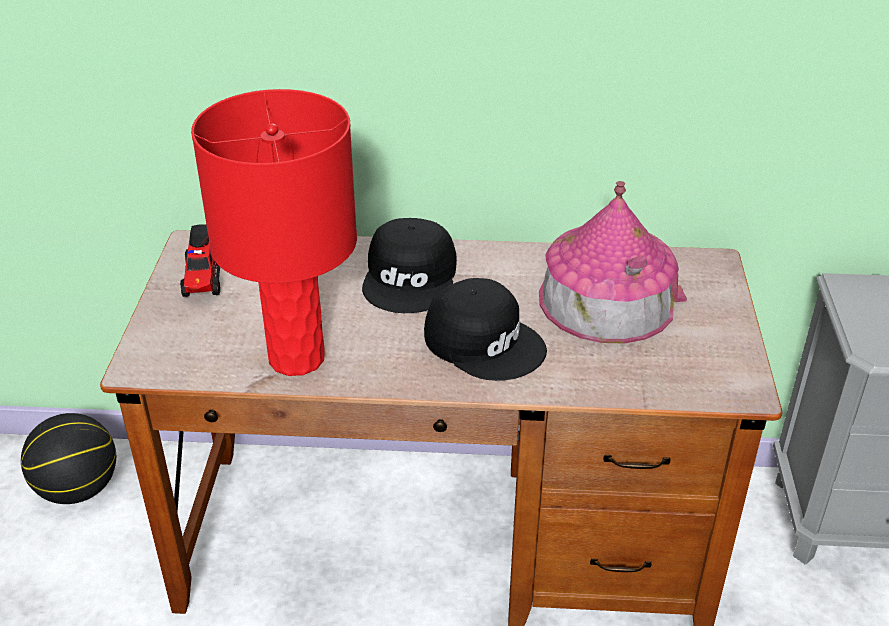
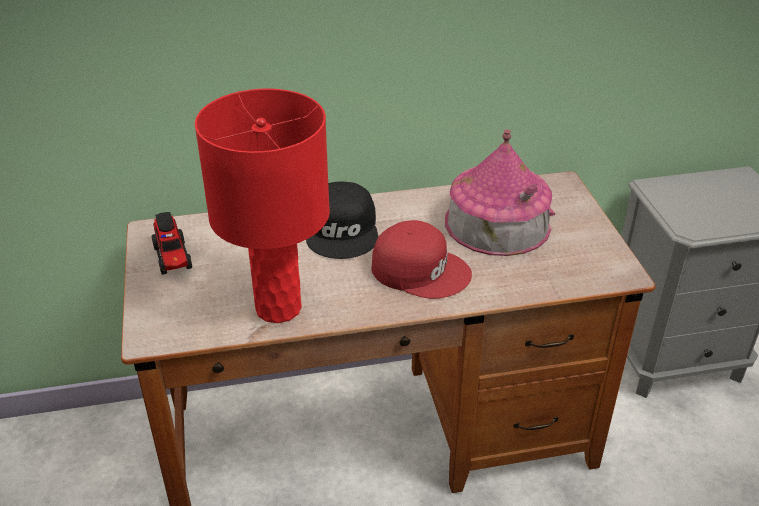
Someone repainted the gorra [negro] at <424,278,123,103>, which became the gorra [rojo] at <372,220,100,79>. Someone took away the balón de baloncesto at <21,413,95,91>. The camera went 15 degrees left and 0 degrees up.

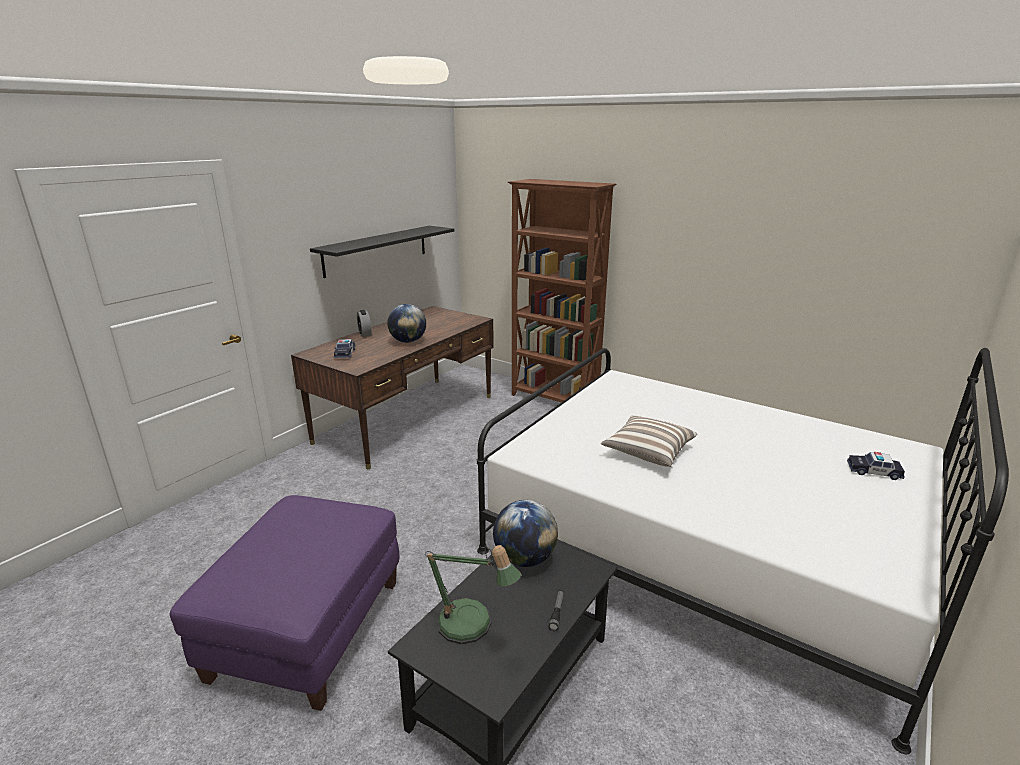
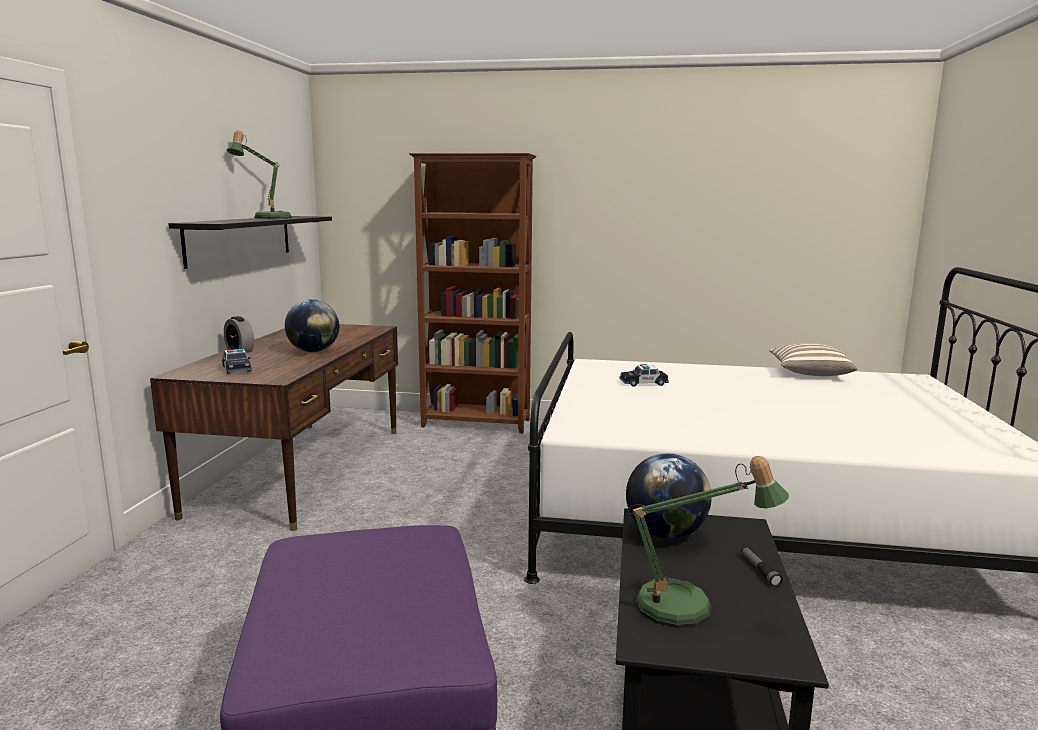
Someone carried the cojín from <601,416,96,51> to <769,343,88,33>. Someone carried the coche de juguete from <847,452,58,28> to <619,364,50,23>. Someone put down the lámpara de mesa at <227,130,65,89>. The camera went 25 degrees left and 10 degrees down.

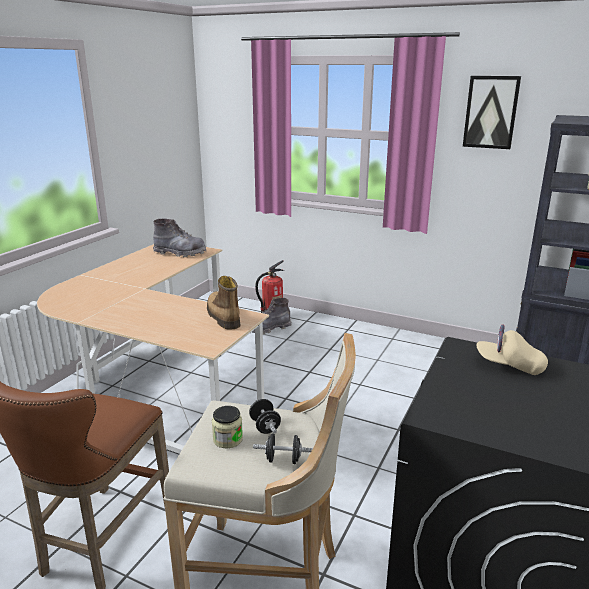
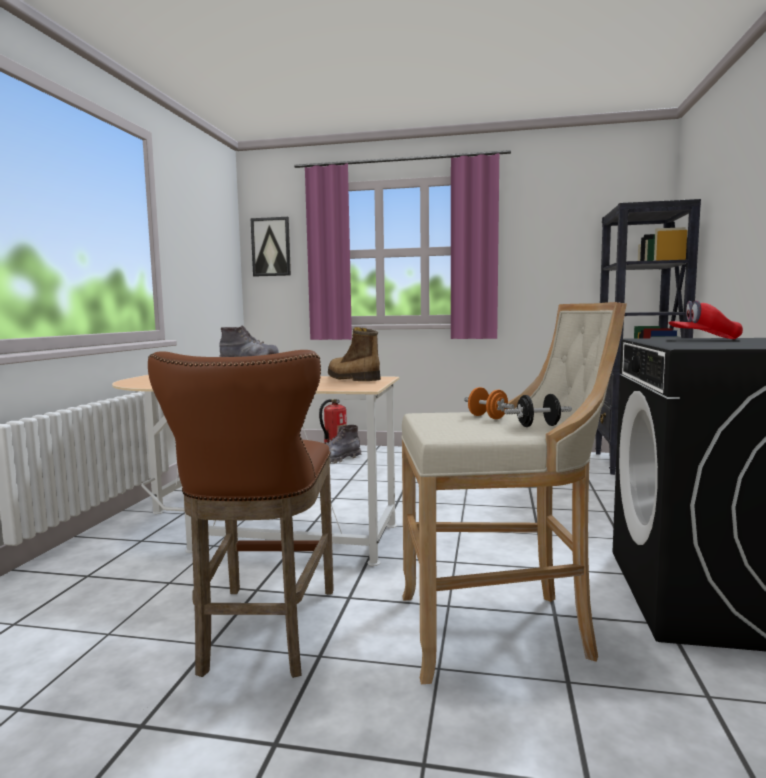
Someone carried the cuadro from <463,76,58,73> to <250,217,41,59>. Someone repainted the gorra [beis] at <476,324,72,51>, which became the gorra [rojo] at <668,300,75,39>. Someone repainted the mancuerna [negro] at <249,399,32,35>, which became the mancuerna [naranja] at <464,387,51,32>. Someone took away the tarro at <212,406,31,42>. The camera went 15 degrees left and 15 degrees down.

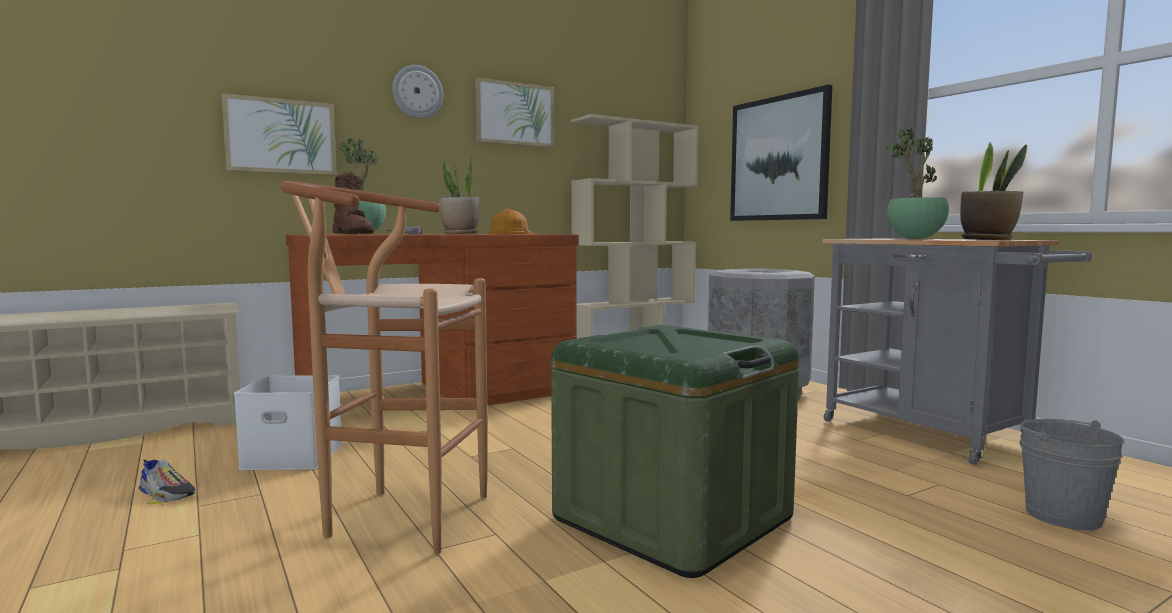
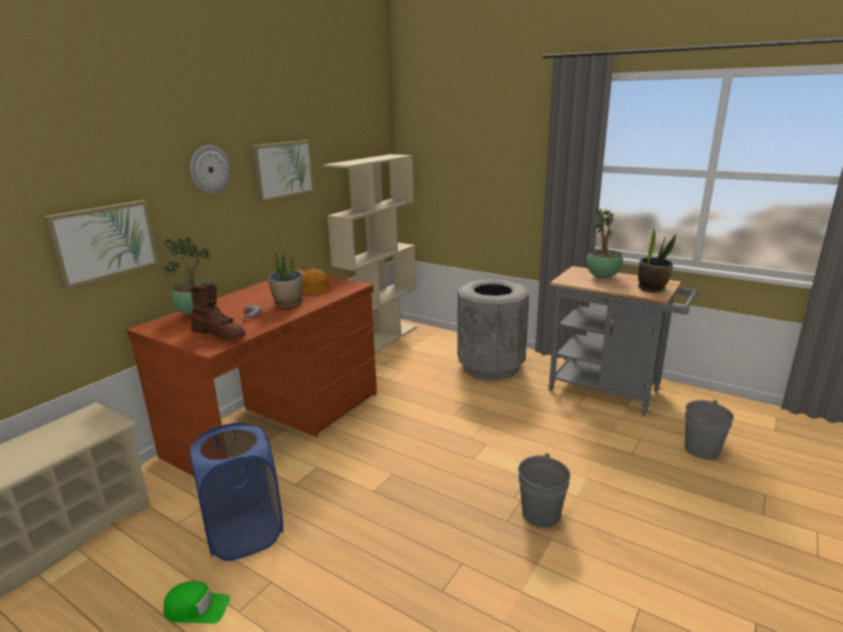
Someone took away the cuadro at <730,85,102,136>. Someone took away the taburete [marrón] at <280,181,208,373>. Someone swapped the caja de almacenaje [verde] at <551,325,248,253> for the cubo [gris] at <518,453,52,75>. Someone swapped the caja de almacenaje [blanco] at <234,375,108,95> for the cesto de la ropa [azul] at <189,422,94,139>. Someone swapped the zapato at <138,459,58,45> for the gorra [verde] at <163,581,67,43>. The camera went 25 degrees left and 15 degrees up.

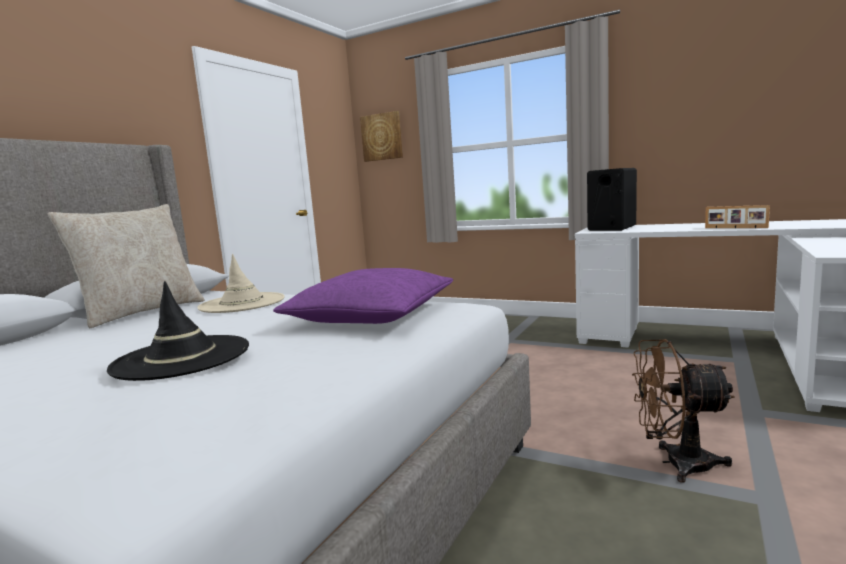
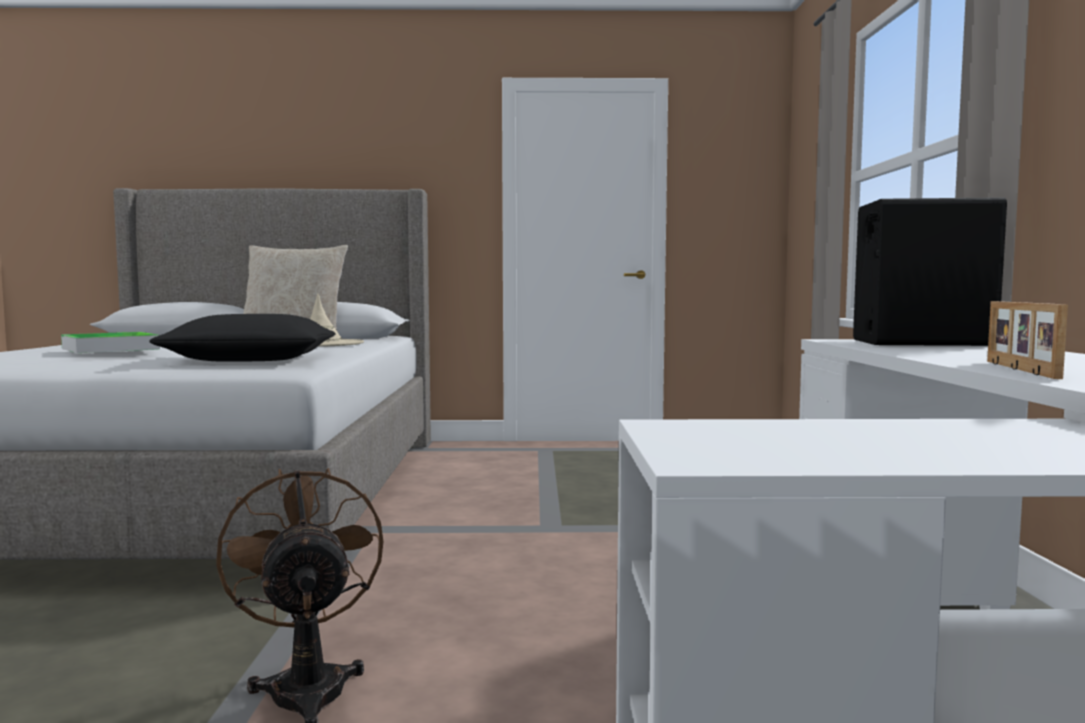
Someone took away the cuadro at <360,111,43,51>. Someone repainted the cojín [morado] at <273,268,180,56>, which became the cojín [negro] at <149,314,186,48>. Someone swapped the sombrero [negro] at <107,281,142,100> for the bandeja at <61,332,99,21>. The camera went 60 degrees right and 5 degrees down.

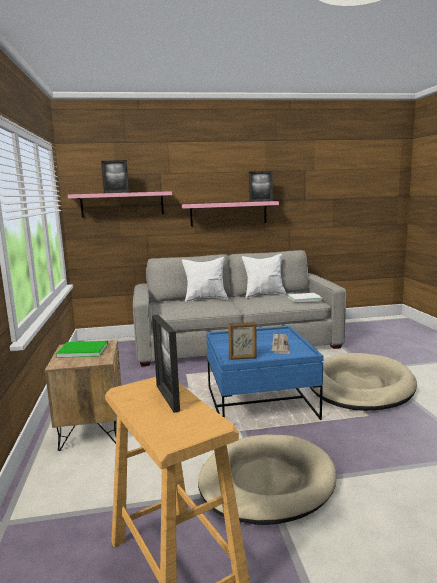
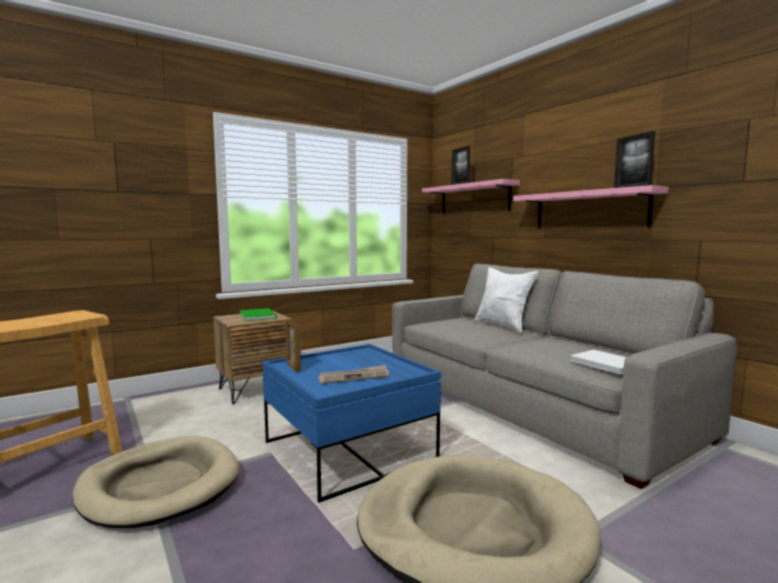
Someone took away the cojín [blanco] at <242,254,45,44>. Someone took away the portarretratos at <152,315,28,98>. The camera went 65 degrees right and 5 degrees down.

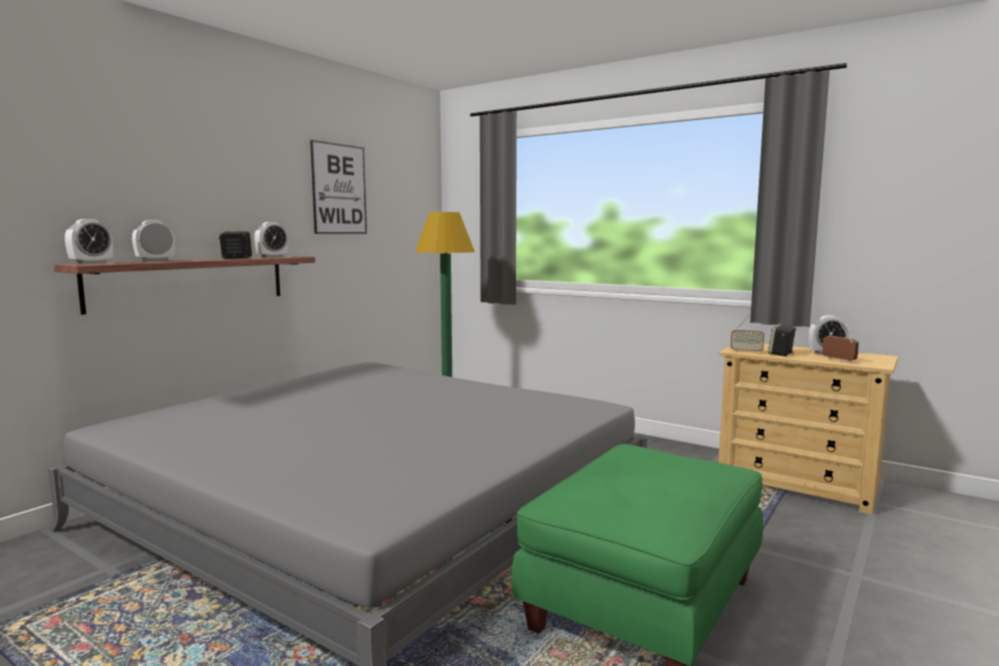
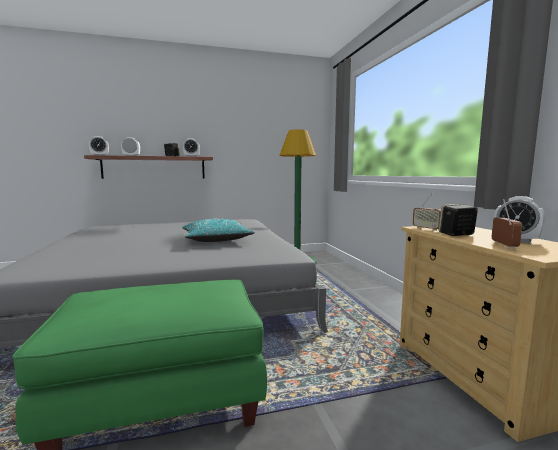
Someone took away the cuadro at <310,140,57,94>. Someone put down the cojín [turquesa] at <182,219,73,23>. The camera went 40 degrees right and 0 degrees up.

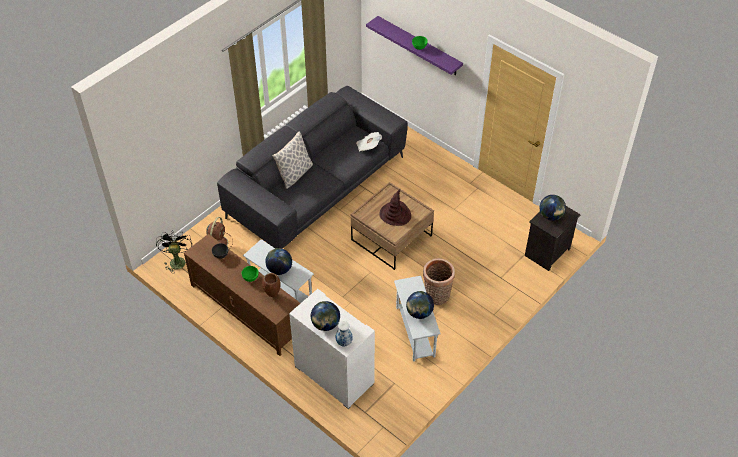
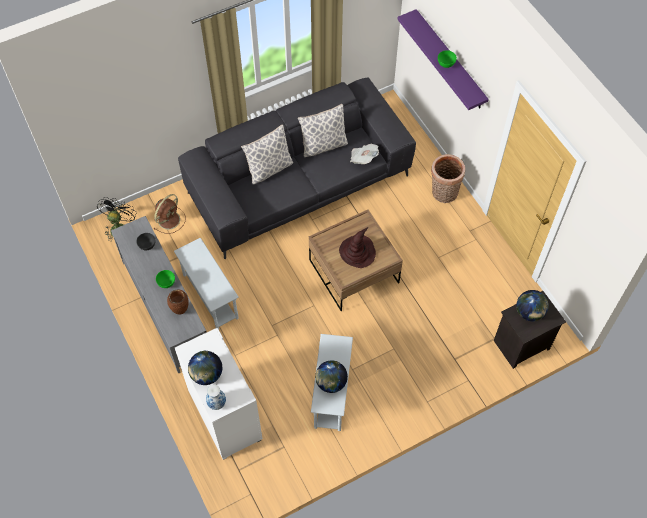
Someone repainted the mueble de televisión [marrón] at <184,234,116,122>, which became the mueble de televisión [gris] at <111,216,96,158>. Someone took away the globo terráqueo at <265,248,27,27>. Someone carried the cesta from <423,258,32,47> to <431,154,34,49>. Someone put down the cojín at <298,104,50,53>. The camera went 20 degrees right and 10 degrees up.

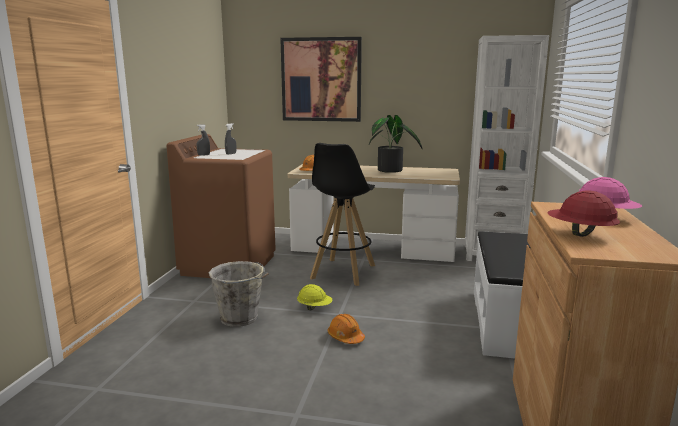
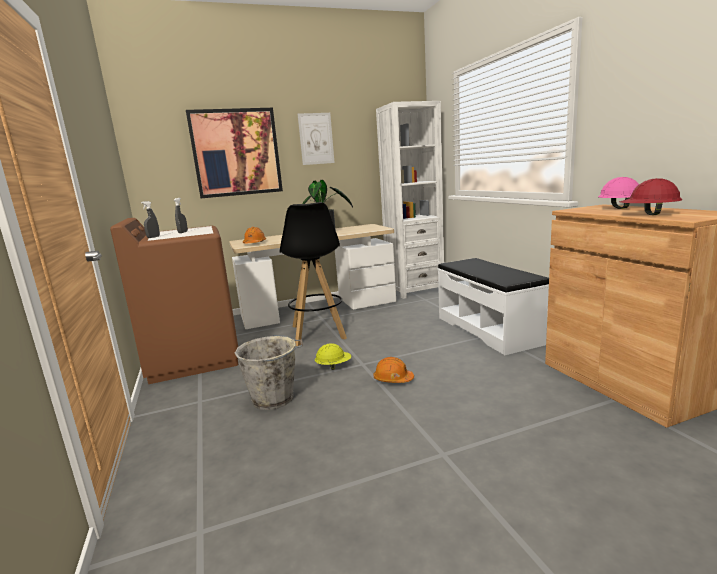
Someone put up the cuadro at <298,113,37,52>. The camera went 30 degrees left and 0 degrees up.

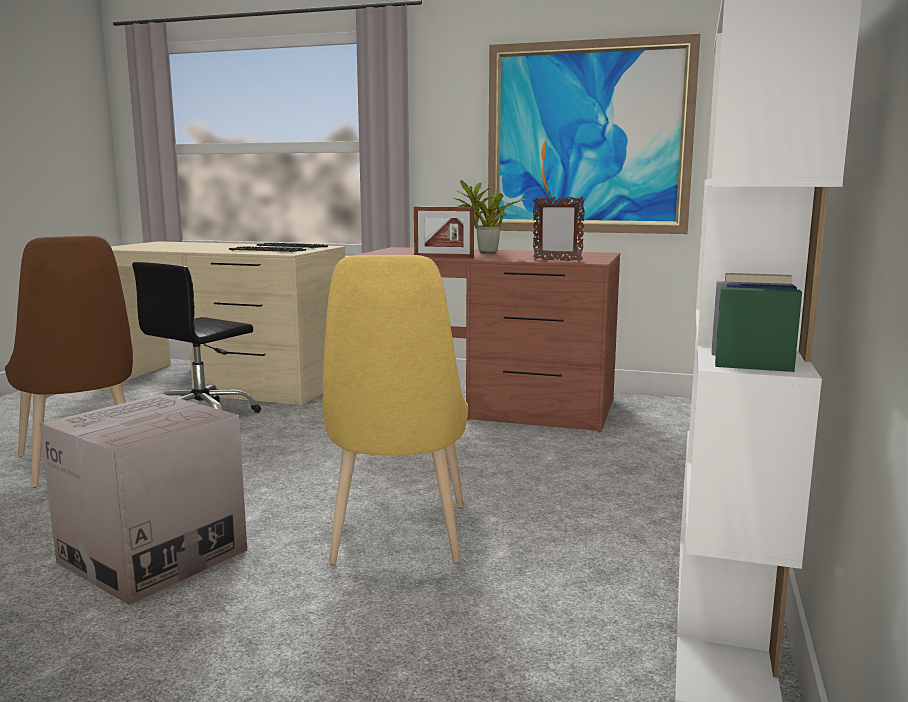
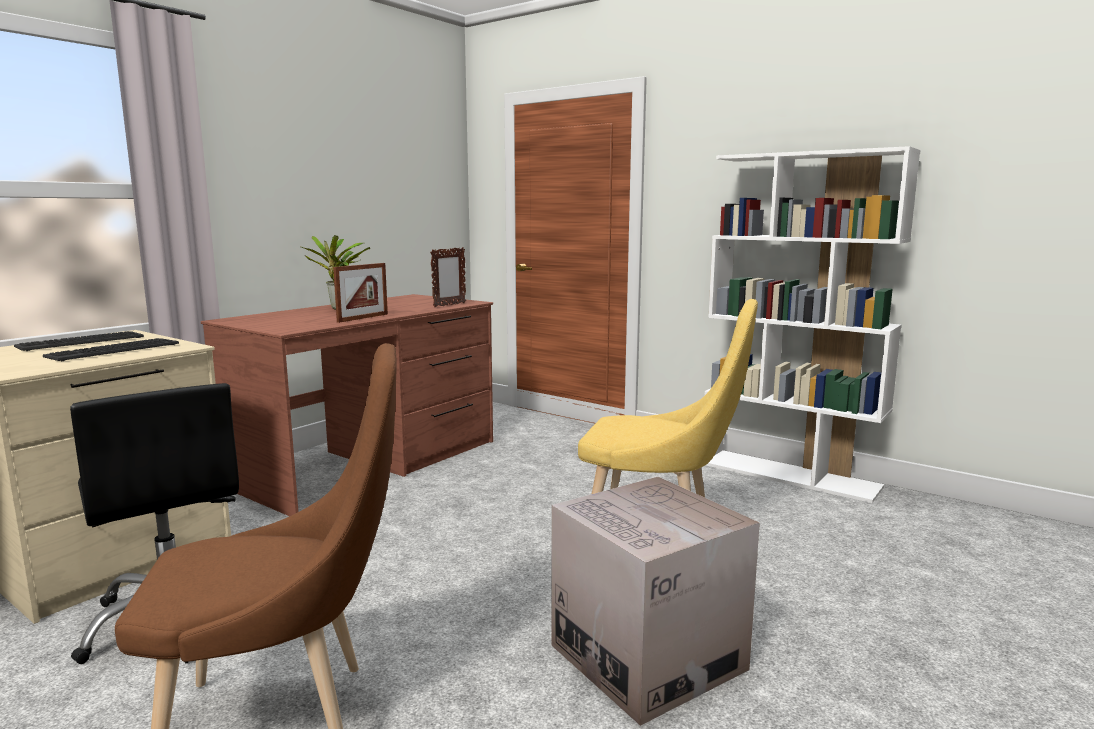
Someone took away the cuadro at <488,34,212,200>. The camera went 70 degrees left and 0 degrees up.

